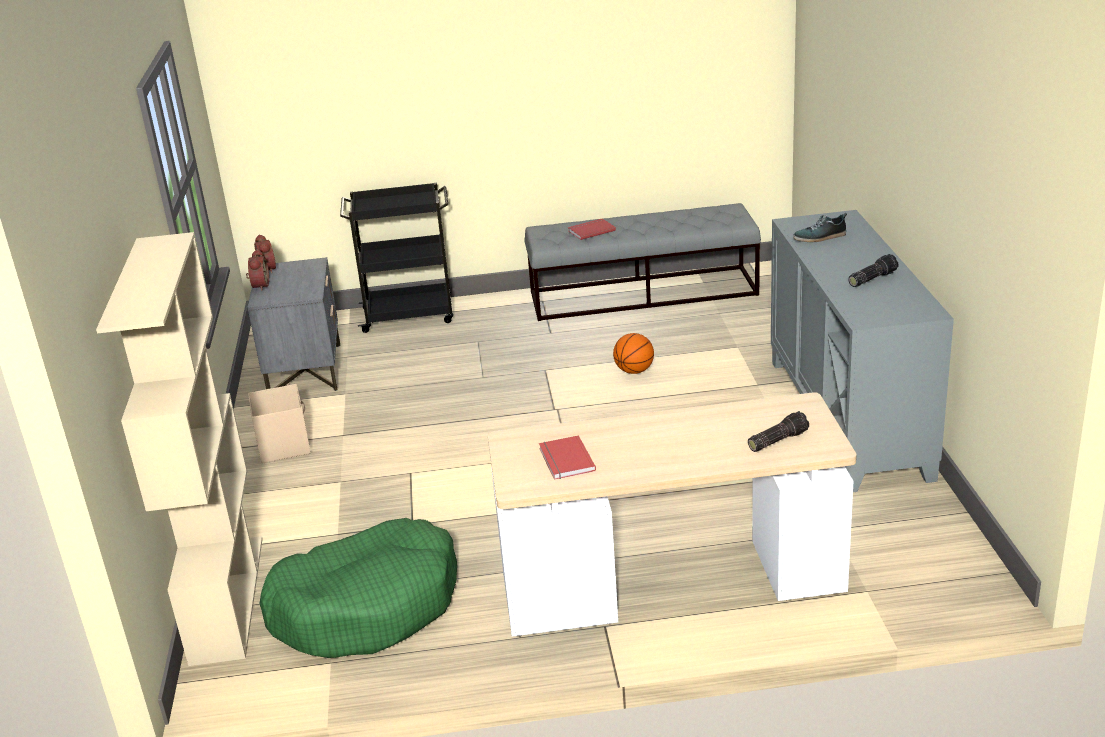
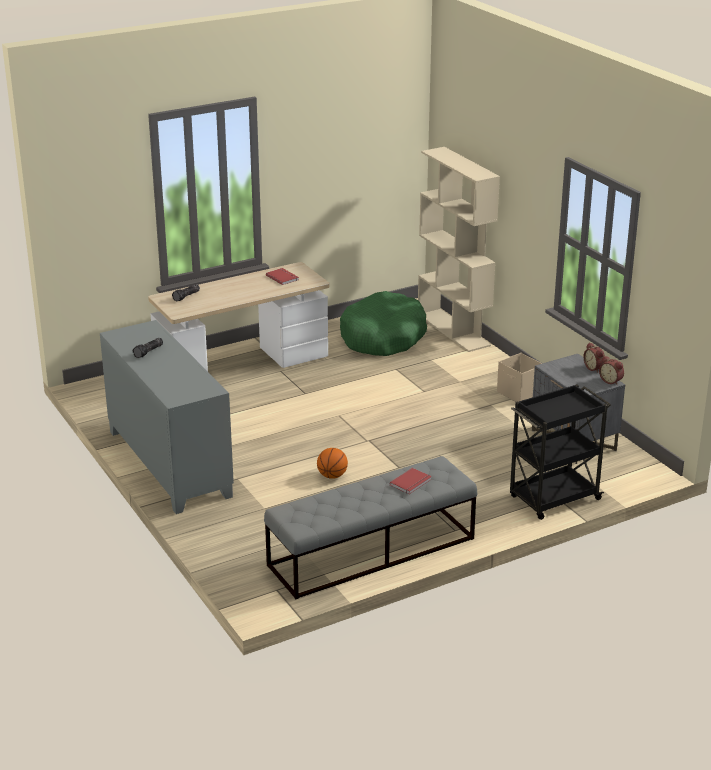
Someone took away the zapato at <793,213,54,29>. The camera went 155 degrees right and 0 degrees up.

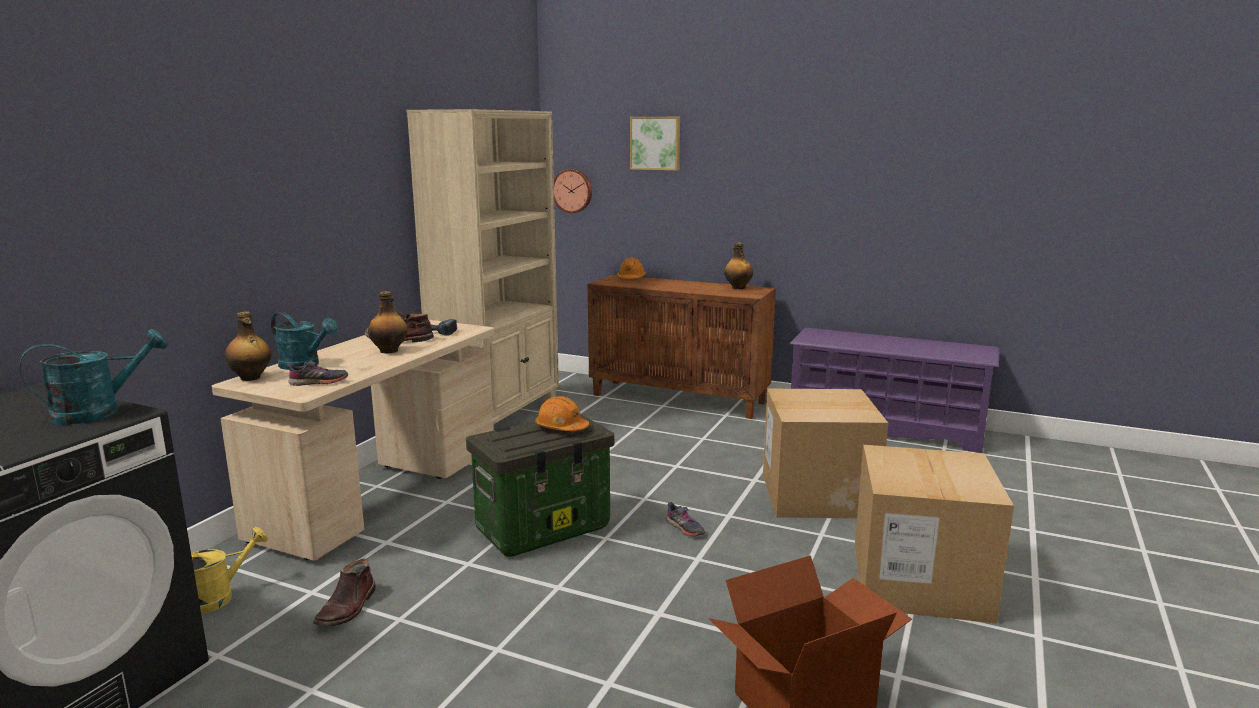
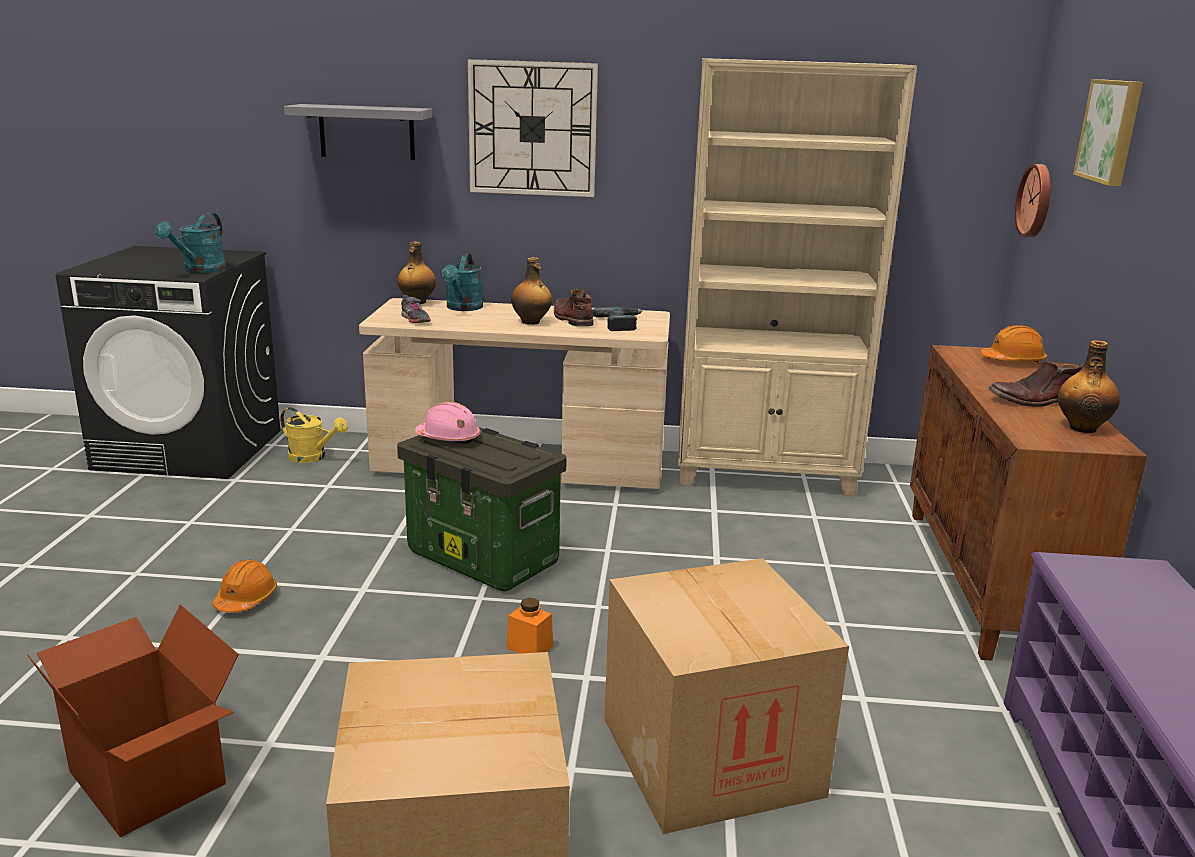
Someone rotated the regadera [turquesa] at <20,329,148,96> by 75 degrees clockwise. Someone carried the casco [naranja] from <535,396,54,35> to <213,560,64,53>. Someone swapped the zapato [gris] at <667,502,39,34> for the tarro [naranja] at <507,598,46,56>. Someone carried the bota [marrón] from <313,558,63,69> to <988,360,94,47>. Someone put up the reloj de pared at <468,59,130,138>. Someone put up the estante [gris] at <284,104,148,56>. Someone put down the casco [rosa] at <415,402,65,43>. The camera went 70 degrees right and 5 degrees up.

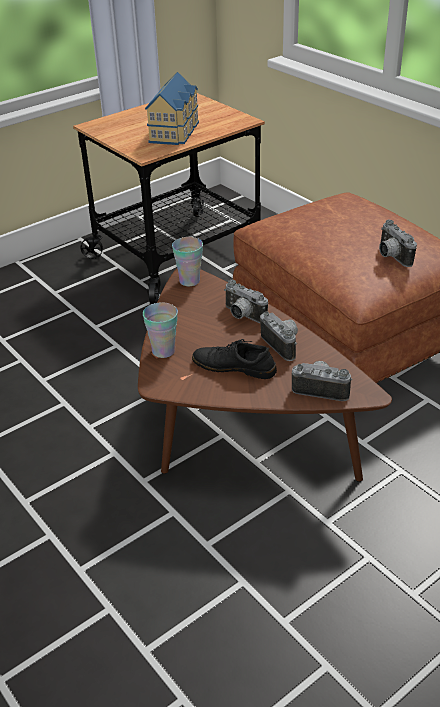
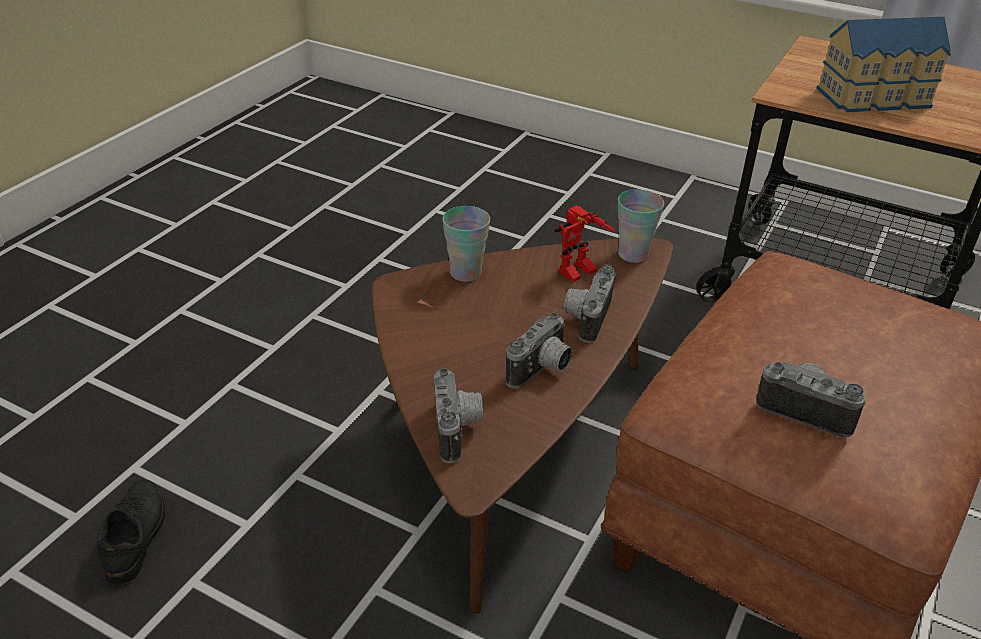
Someone rotated the cámara at <379,220,38,47> by 75 degrees clockwise. Someone carried the zapato [negro] from <192,339,85,40> to <97,479,68,105>. Someone put down the robot de juguete at <554,206,61,76>. The camera went 65 degrees right and 0 degrees up.

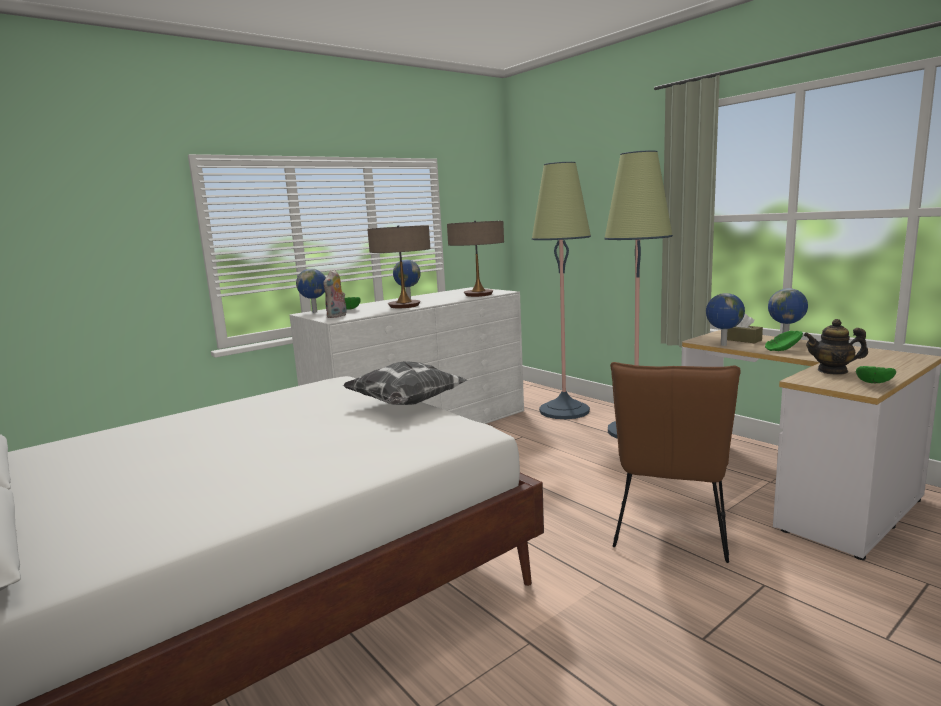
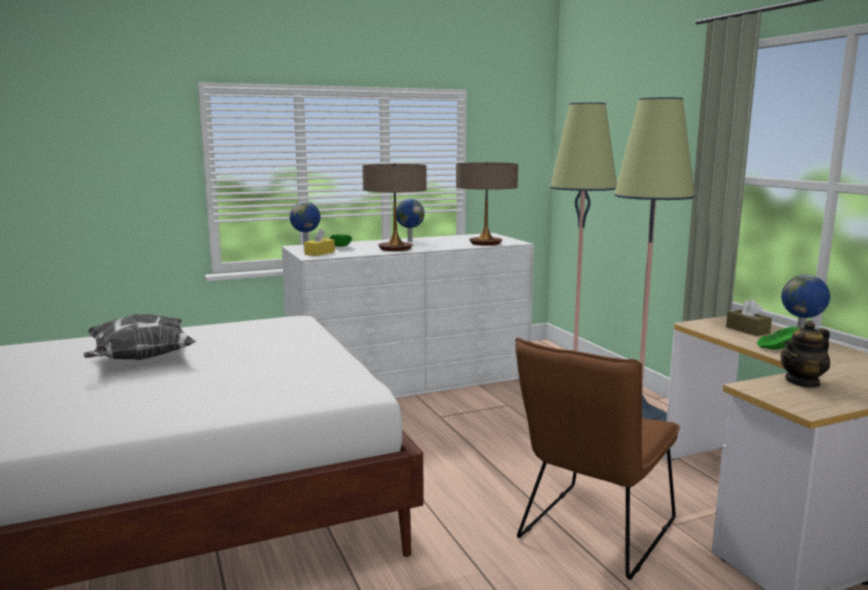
Someone swapped the peluche at <323,270,24,48> for the caja de pañuelos [amarillo] at <304,229,31,27>. Someone took away the globo terráqueo at <706,293,39,53>. Someone rotated the tetera at <803,319,65,56> by 60 degrees counterclockwise. Someone carried the cojín from <343,361,124,44> to <83,314,113,46>. Someone took away the cuenco [verde] at <856,366,40,17>. The camera went 15 degrees right and 0 degrees up.

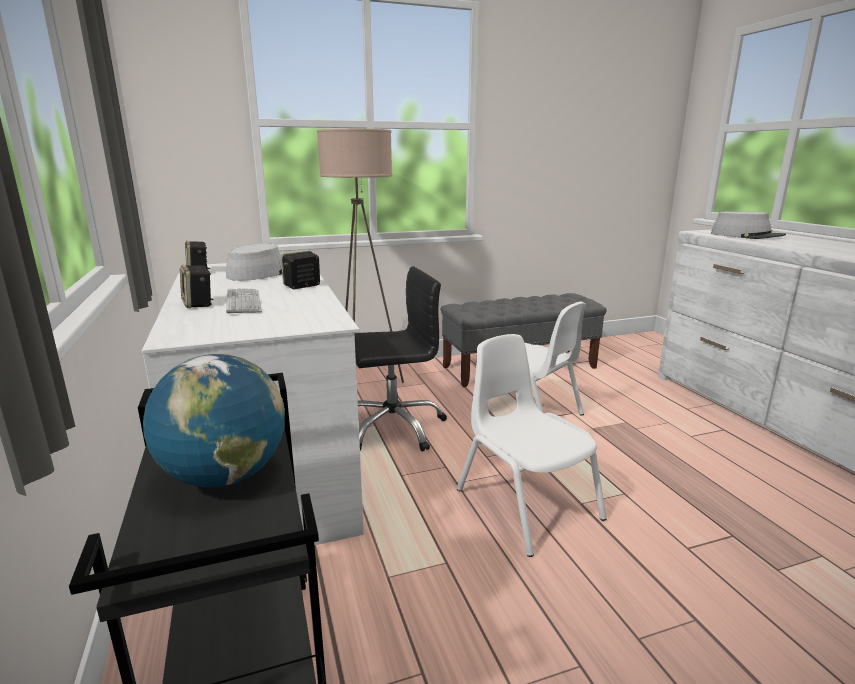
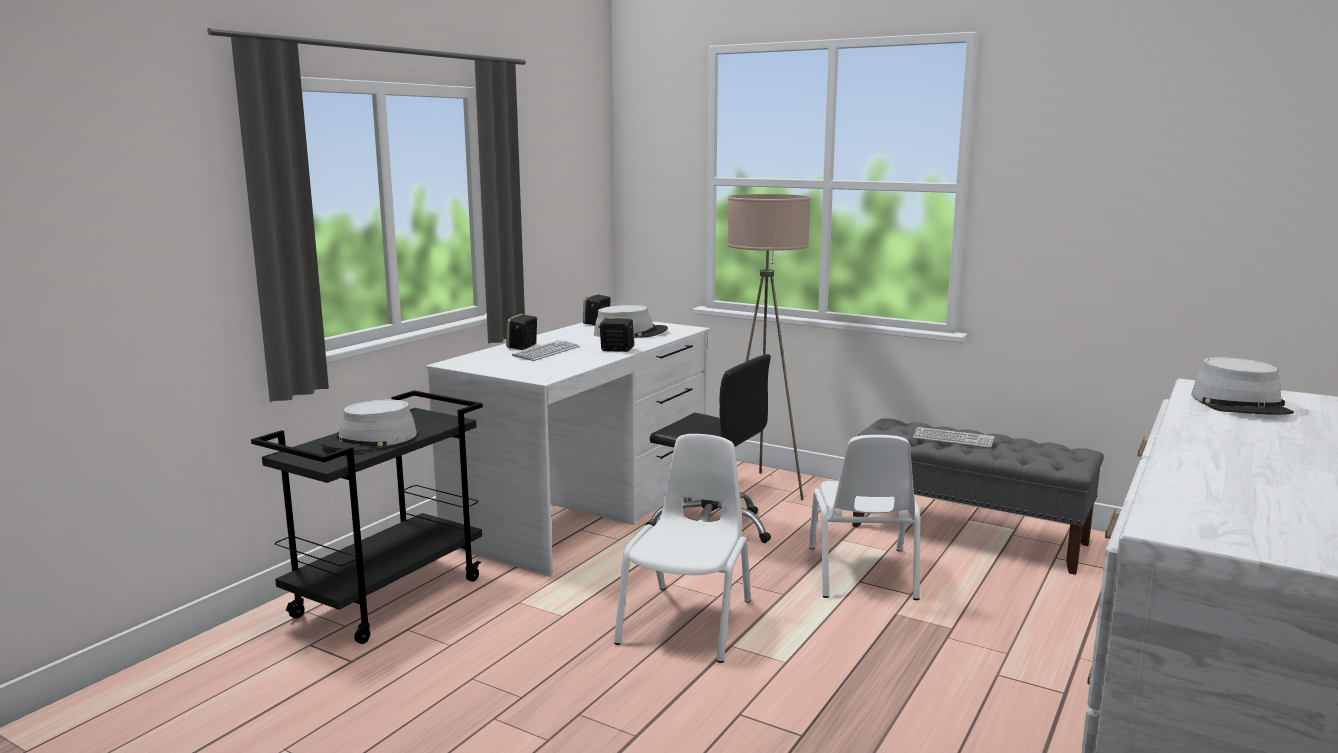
Someone swapped the globo terráqueo at <143,354,142,134> for the sombrero [gris] at <320,399,97,53>. Someone put down the teclado at <913,427,81,21>. The camera went 50 degrees right and 5 degrees down.

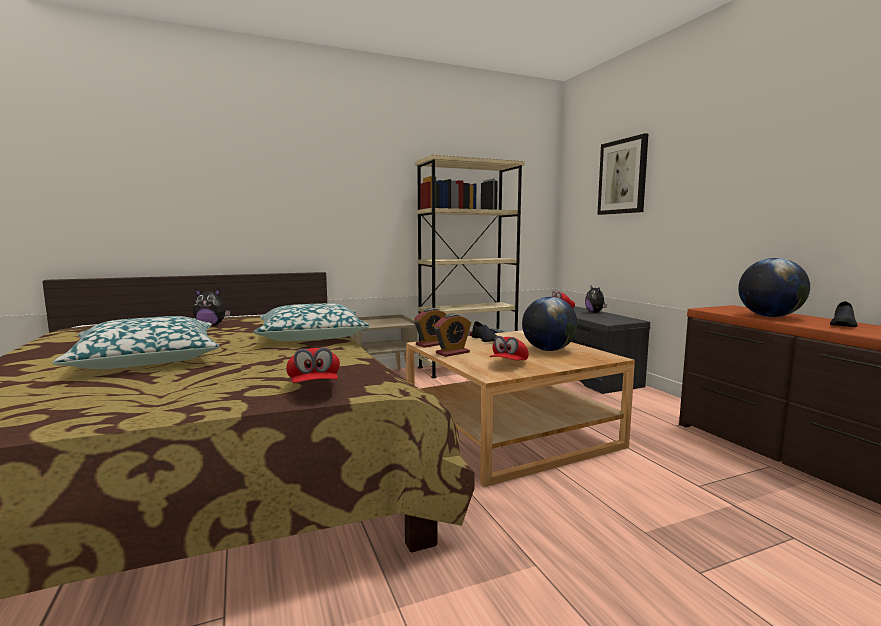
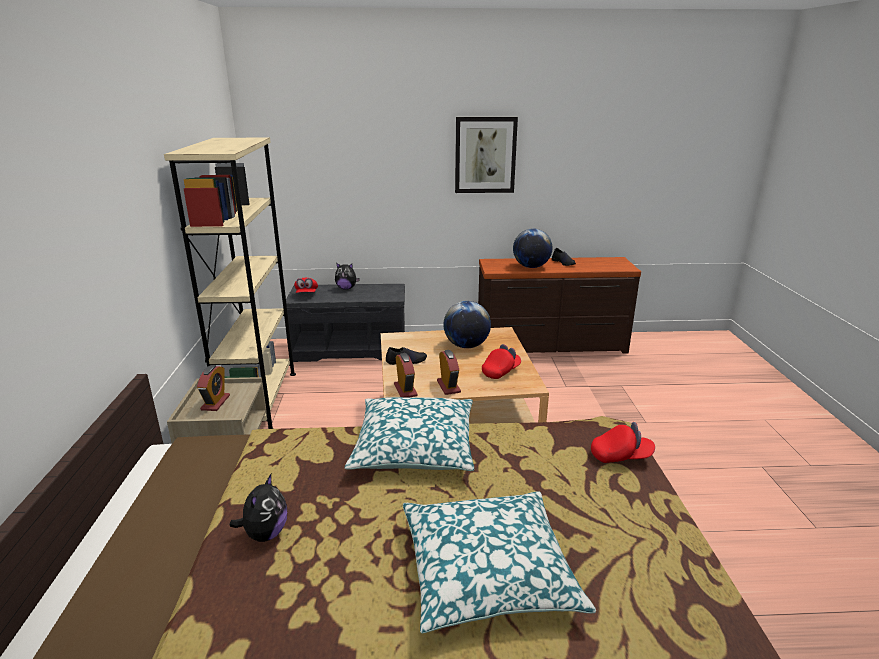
Someone carried the cuadro from <597,133,51,82> to <455,117,63,76>. Someone rotated the gorra [rojo] at <490,336,39,25> by 90 degrees counterclockwise. Someone put down the despertador at <197,365,33,46>. The camera went 70 degrees left and 15 degrees up.

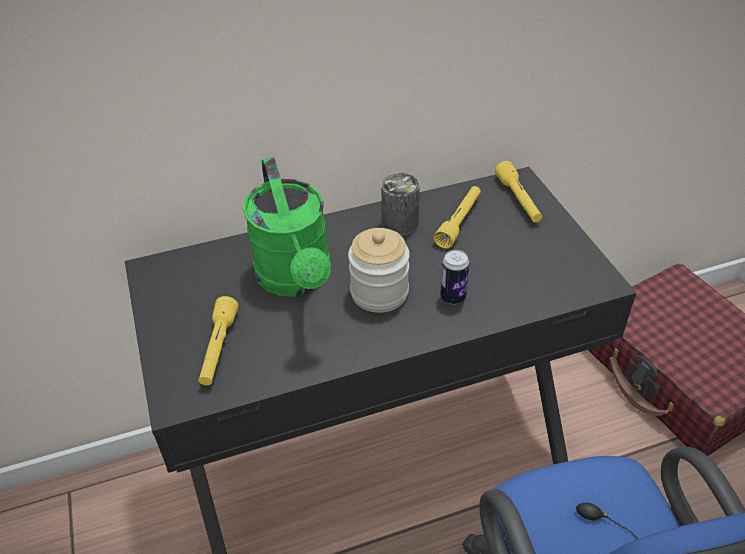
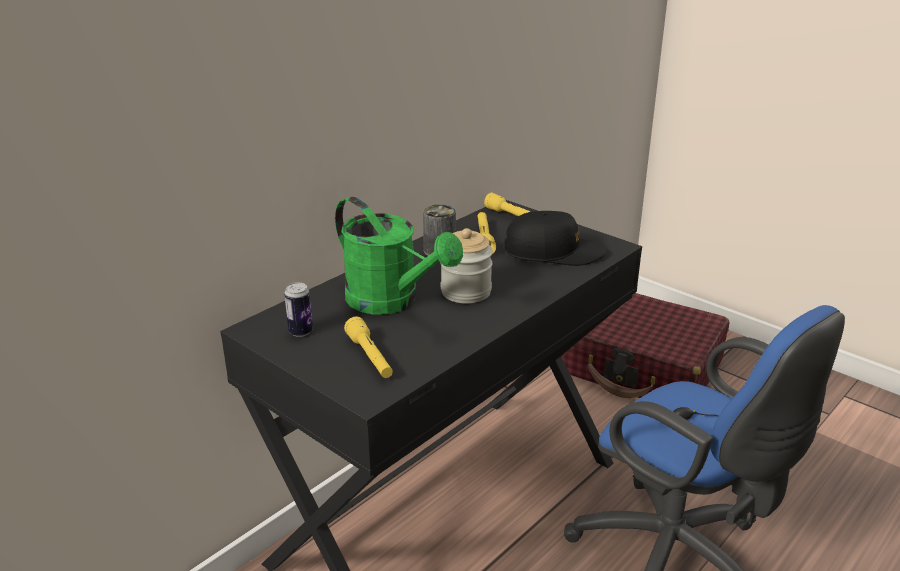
Someone carried the lata from <440,250,30,54> to <284,282,29,55>. Someone put down the gorra [negro] at <504,211,102,55>. The camera went 30 degrees left and 15 degrees down.

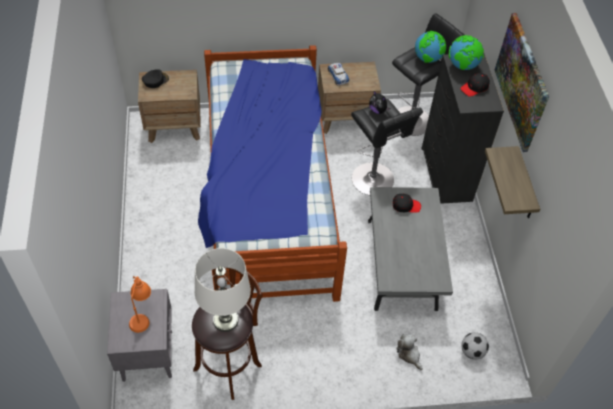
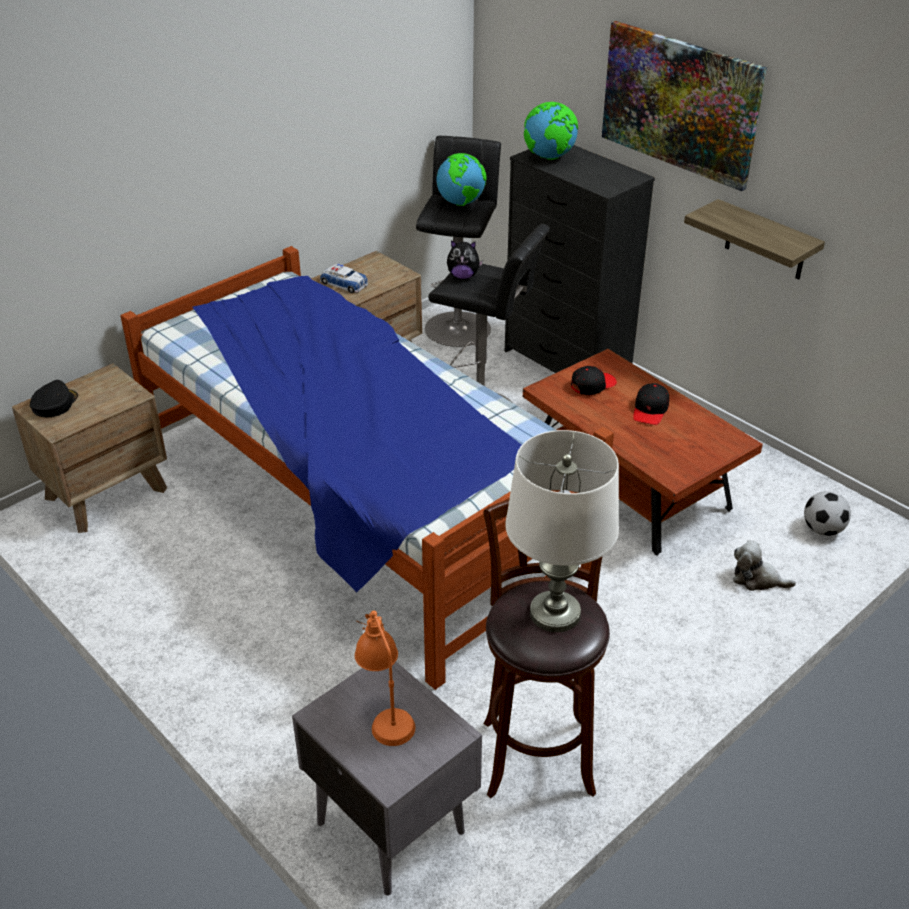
Someone carried the gorra [negro] from <461,73,29,24> to <633,383,36,42>. Someone repainted the mesa de centro [gris] at <368,187,85,124>, which became the mesa de centro [marrón] at <523,349,240,206>. The camera went 35 degrees left and 15 degrees down.

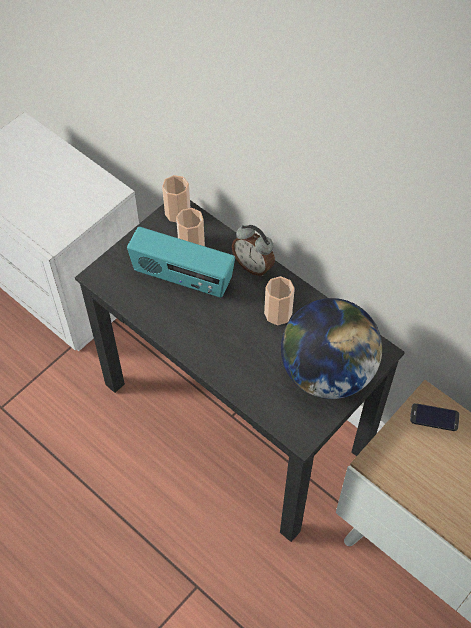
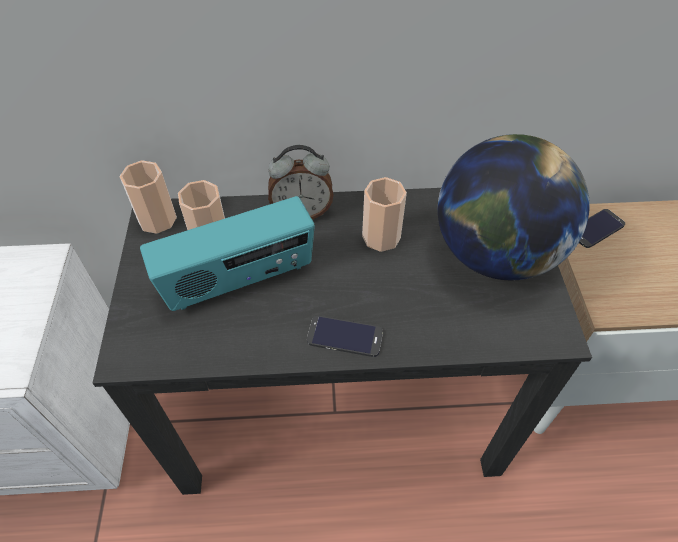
Someone put down the móvil at <307,316,76,41>. The camera went 45 degrees left and 5 degrees down.

